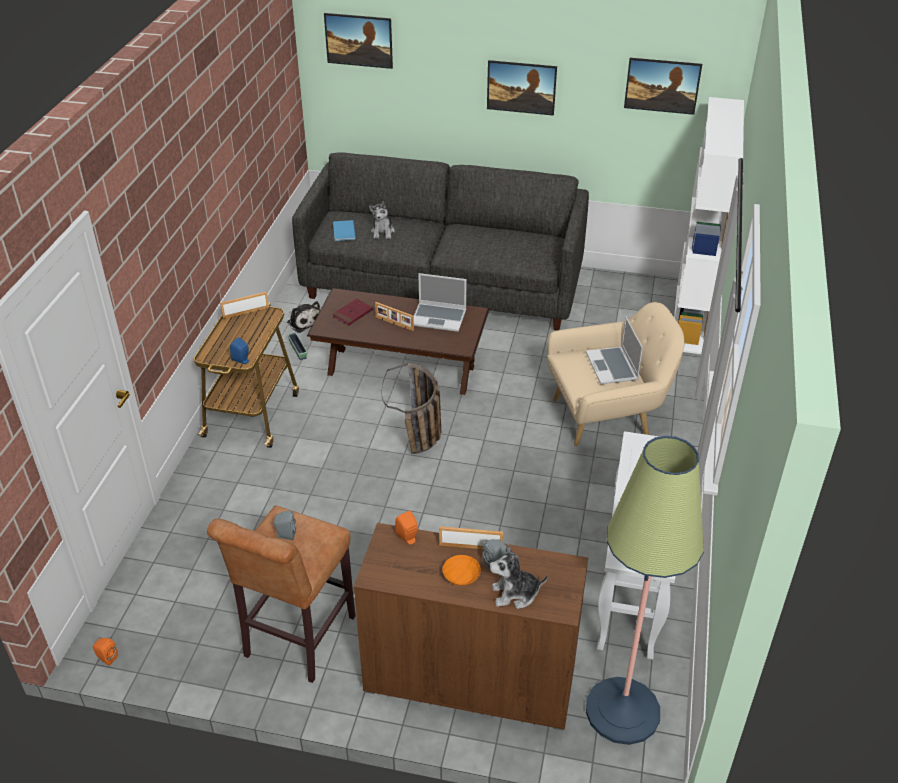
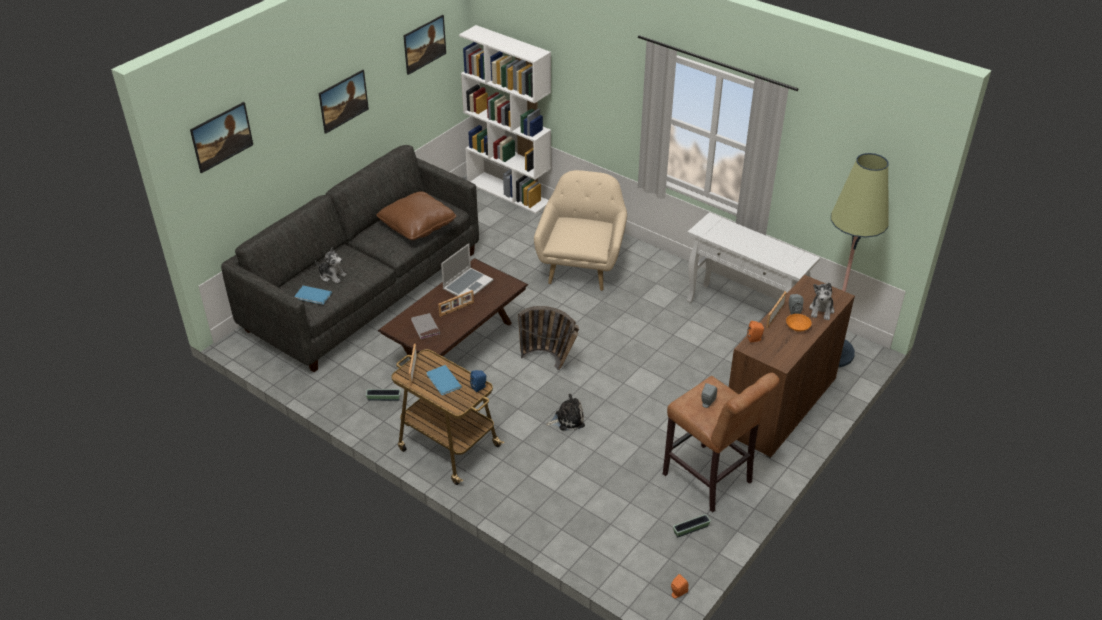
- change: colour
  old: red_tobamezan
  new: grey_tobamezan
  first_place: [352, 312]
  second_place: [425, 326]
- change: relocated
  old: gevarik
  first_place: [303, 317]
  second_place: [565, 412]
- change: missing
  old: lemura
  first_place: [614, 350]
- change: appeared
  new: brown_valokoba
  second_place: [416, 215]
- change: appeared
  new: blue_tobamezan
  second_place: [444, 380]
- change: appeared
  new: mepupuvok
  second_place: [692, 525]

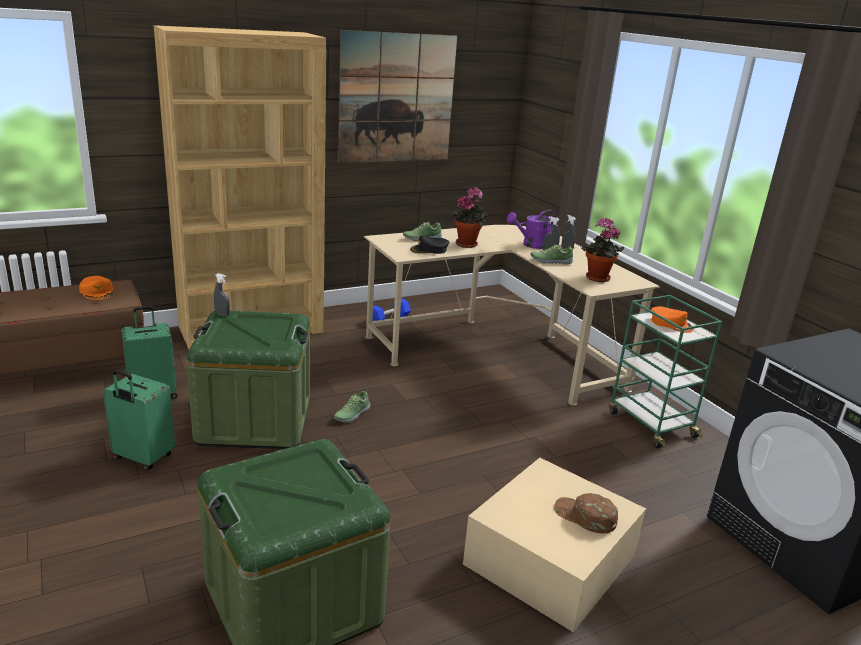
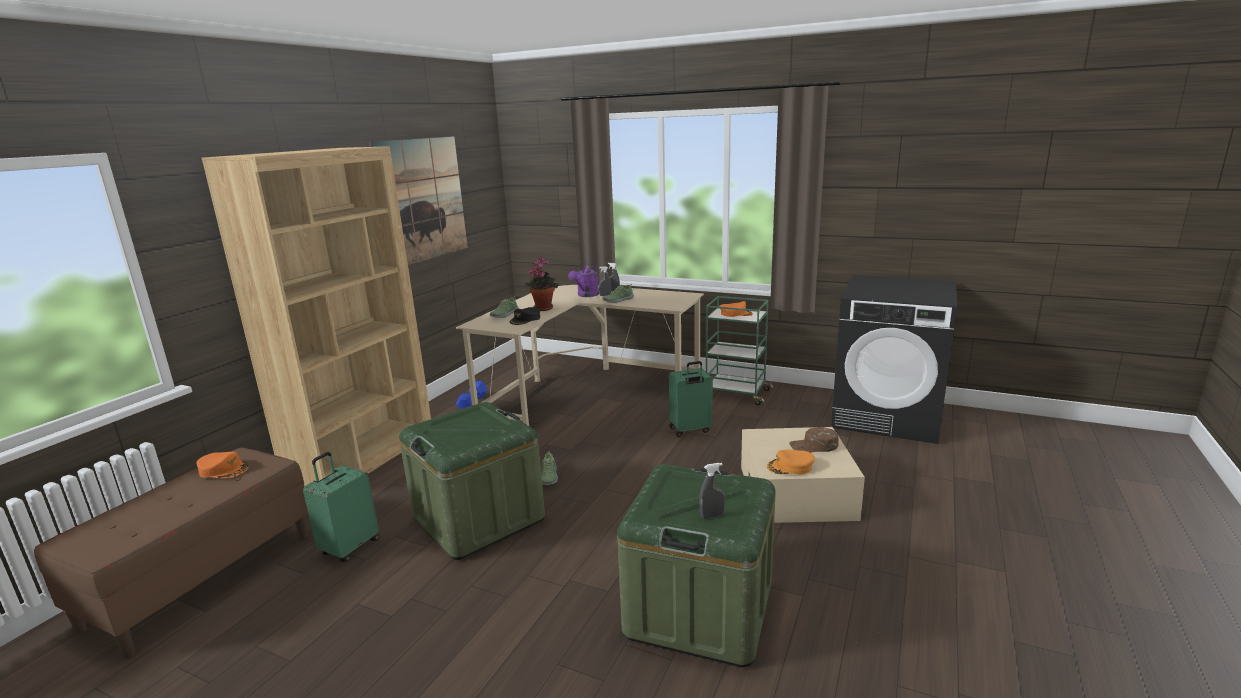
- change: missing
  old: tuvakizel
  first_place: [603, 250]
- change: relocated
  old: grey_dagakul
  first_place: [222, 294]
  second_place: [712, 491]
- change: relocated
  old: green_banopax
  first_place: [139, 420]
  second_place: [691, 399]
- change: appeared
  new: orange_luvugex
  second_place: [791, 462]

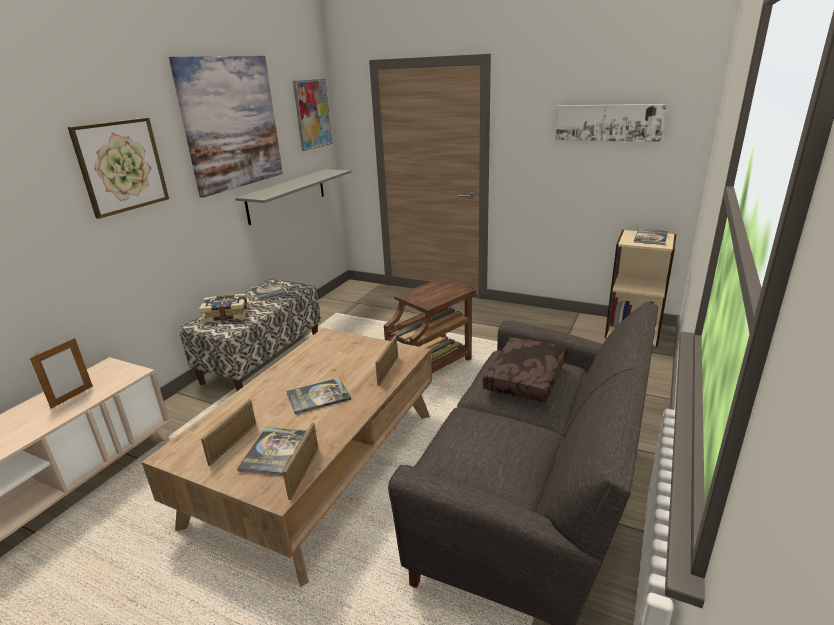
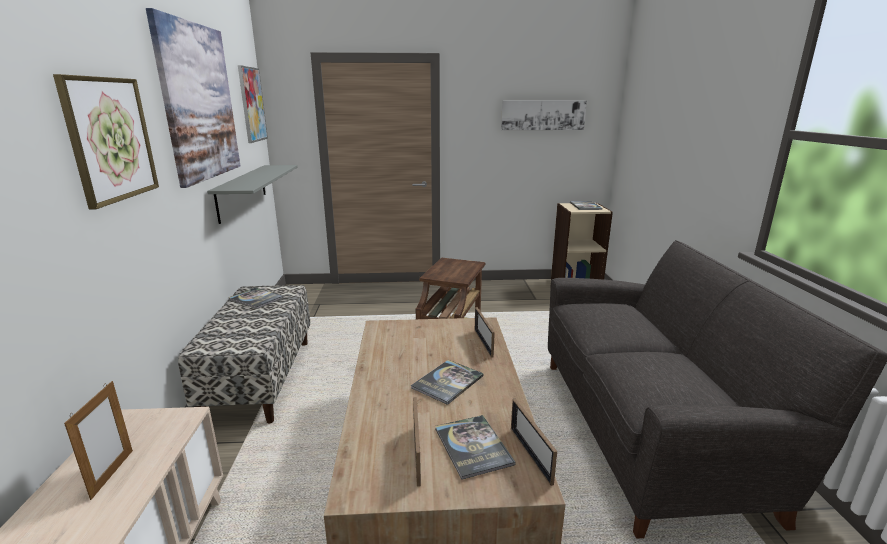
- change: missing
  old: tobamezan
  first_place: [224, 308]
- change: missing
  old: brown_valokoba
  first_place: [525, 370]

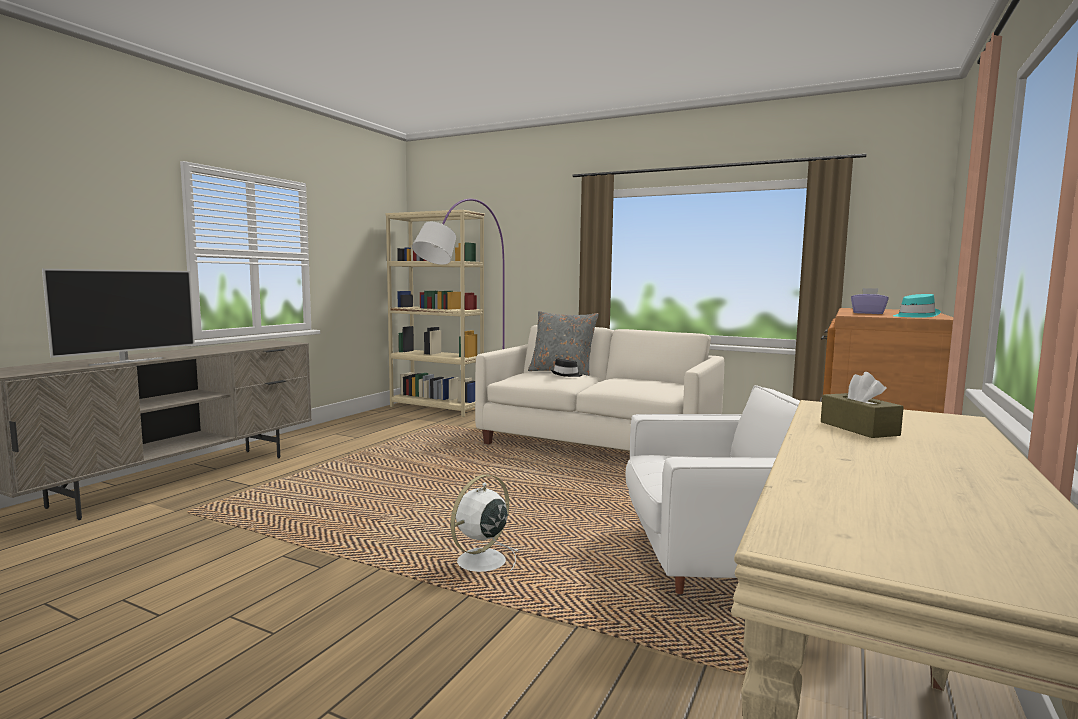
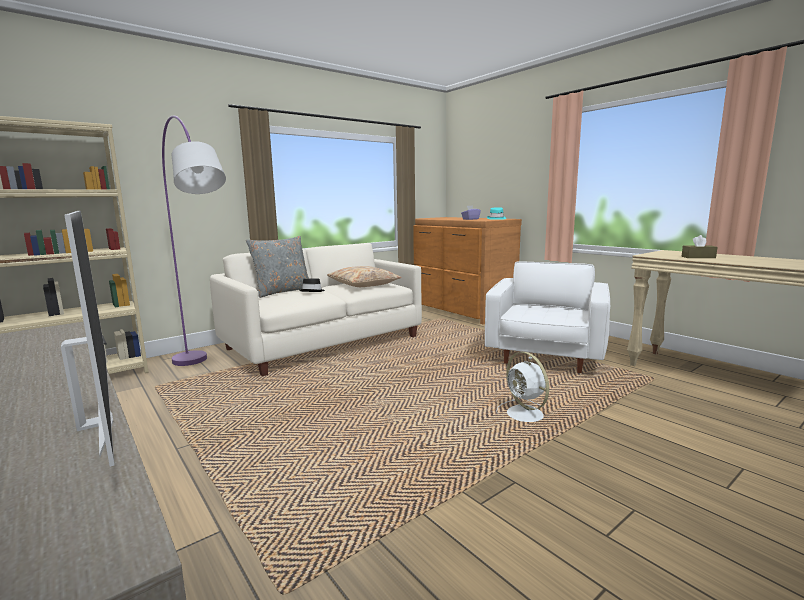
- change: appeared
  new: beige_valokoba
  second_place: [364, 276]

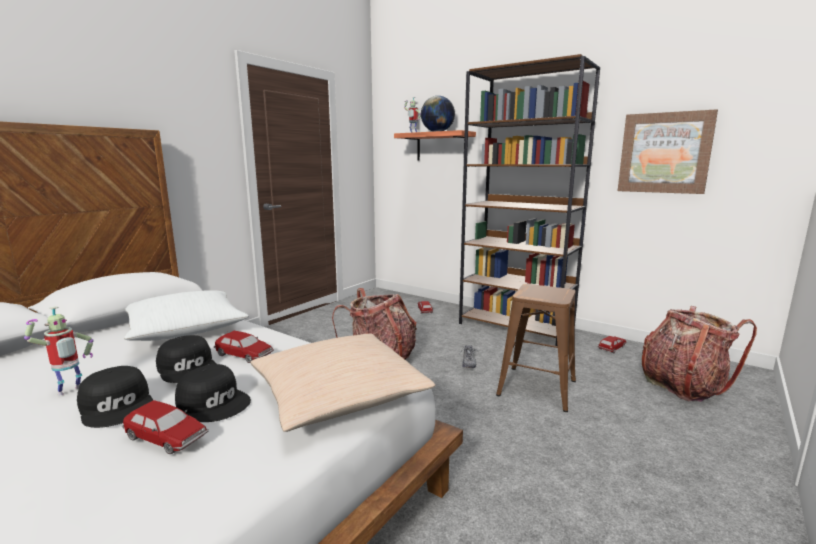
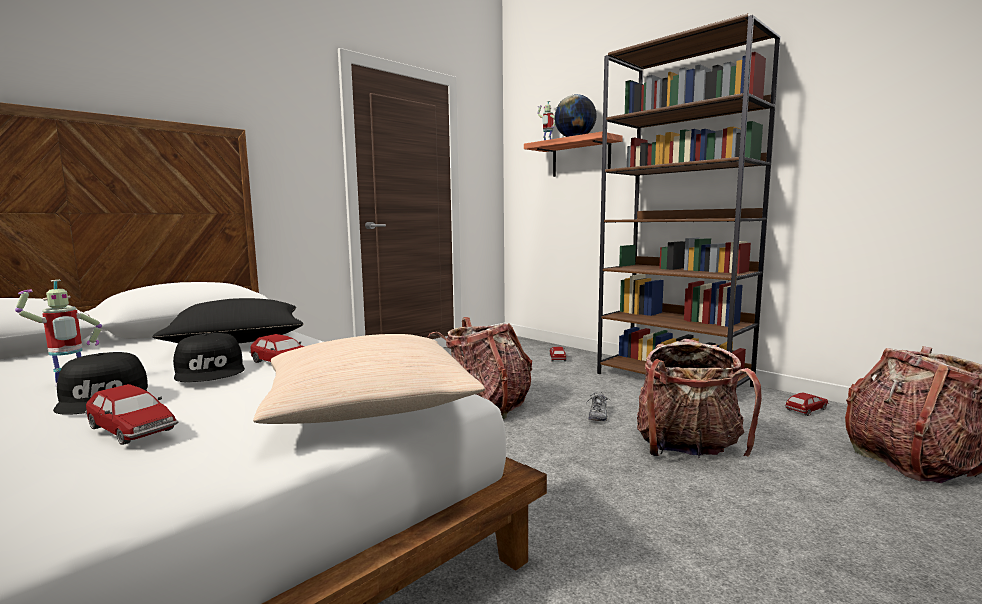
- change: missing
  old: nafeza
  first_place: [668, 151]
- change: exchanged
  old: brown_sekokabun
  new: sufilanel
  first_place: [536, 348]
  second_place: [699, 398]
- change: colour
  old: white_valokoba
  new: black_valokoba
  first_place: [186, 315]
  second_place: [228, 320]
- change: missing
  old: black_luvugex
  first_place: [213, 393]

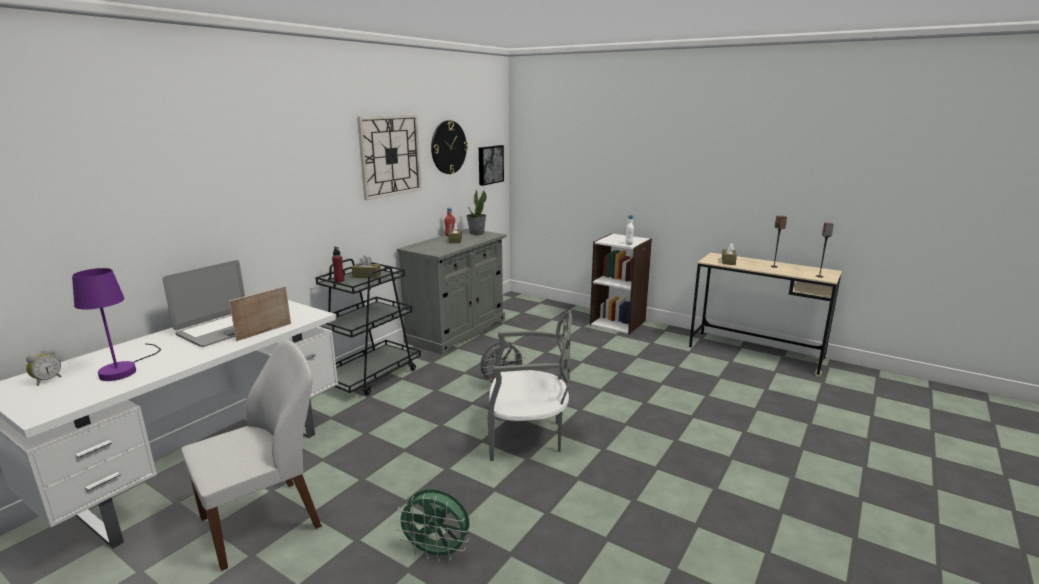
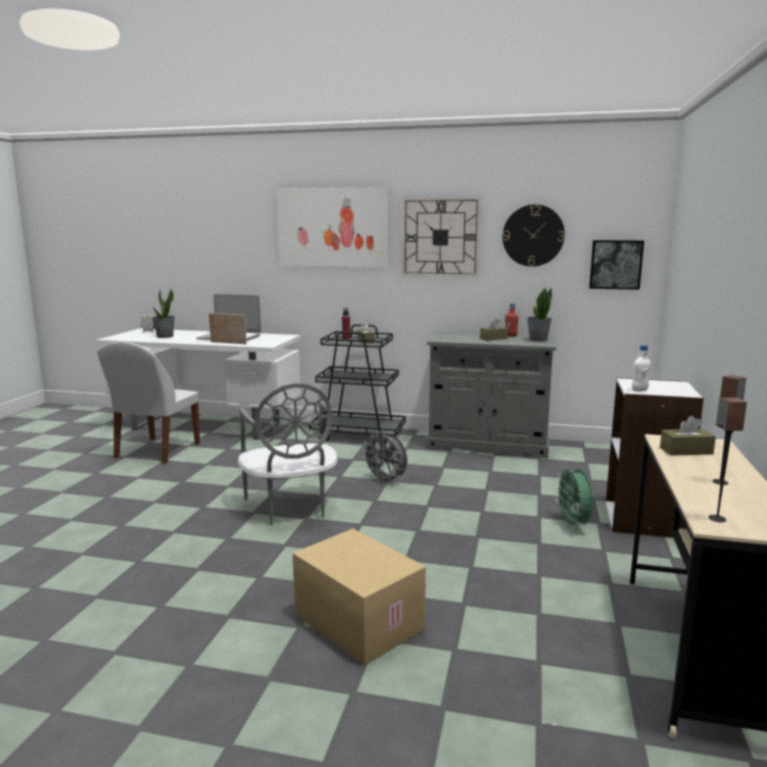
- change: exchanged
  old: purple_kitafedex
  new: tuvakizel
  first_place: [116, 324]
  second_place: [163, 313]
- change: spun
  old: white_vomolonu
  first_place: [252, 455]
  second_place: [148, 403]
  degrees: 75
- change: relocated
  old: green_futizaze
  first_place: [432, 525]
  second_place: [574, 497]
- change: appeared
  new: nafeza
  second_place: [332, 227]
- change: appeared
  new: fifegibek
  second_place: [359, 597]

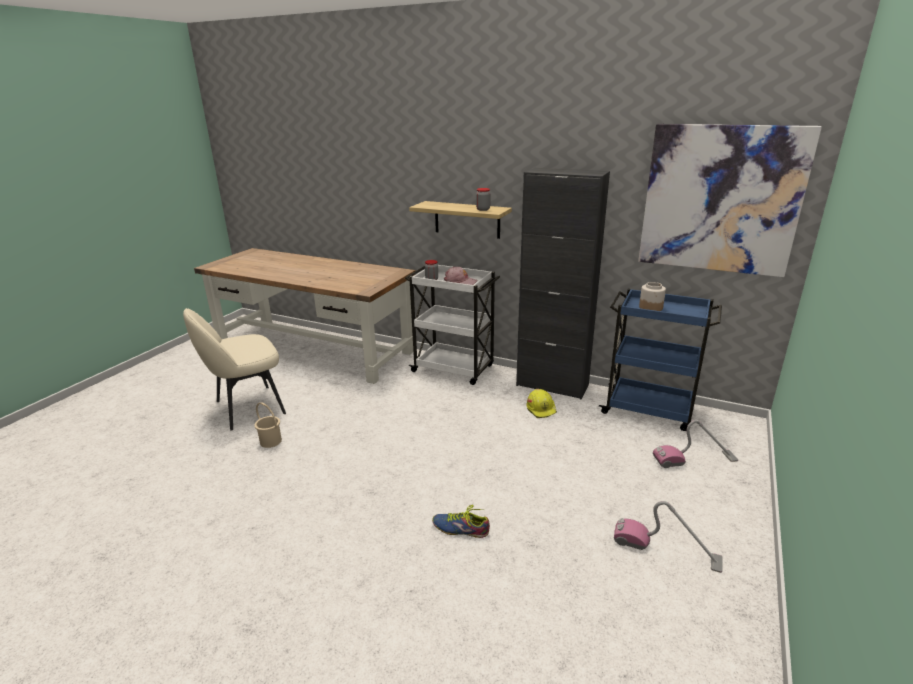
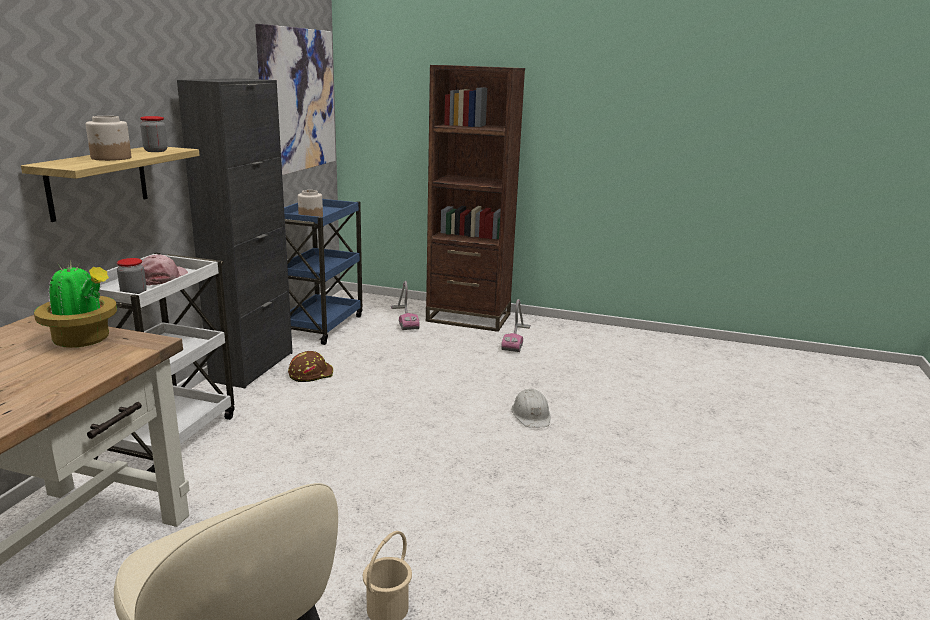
- change: colour
  old: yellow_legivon
  new: brown_legivon
  first_place: [541, 403]
  second_place: [310, 366]
- change: exchanged
  old: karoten
  new: white_legivon
  first_place: [461, 521]
  second_place: [531, 408]
- change: appeared
  new: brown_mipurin
  second_place: [475, 198]
- change: appeared
  new: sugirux
  second_place: [108, 138]
- change: appeared
  new: tuvakizel
  second_place: [75, 305]

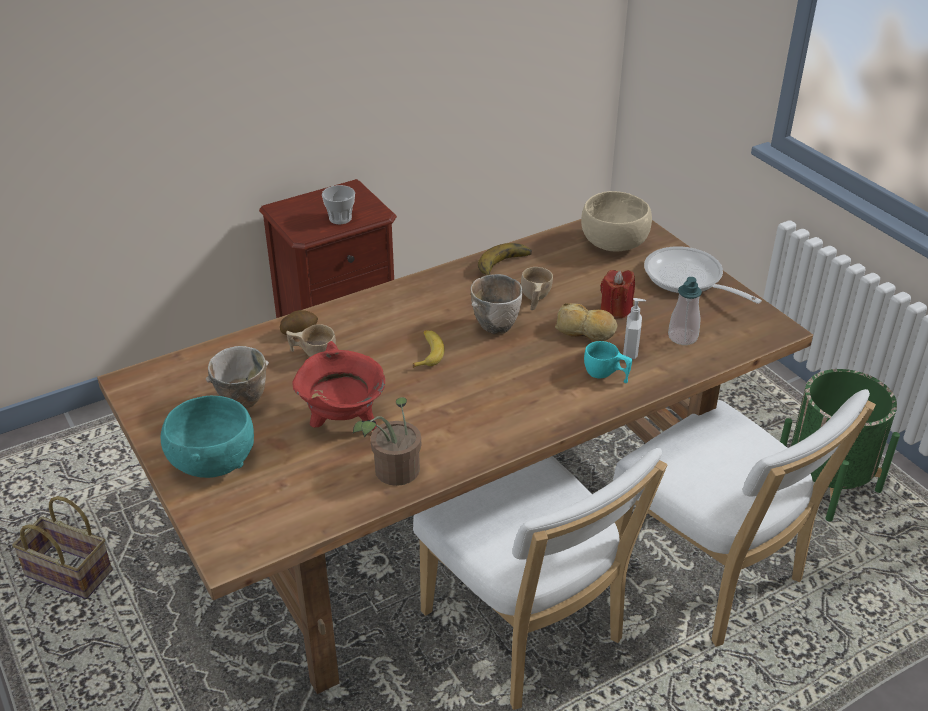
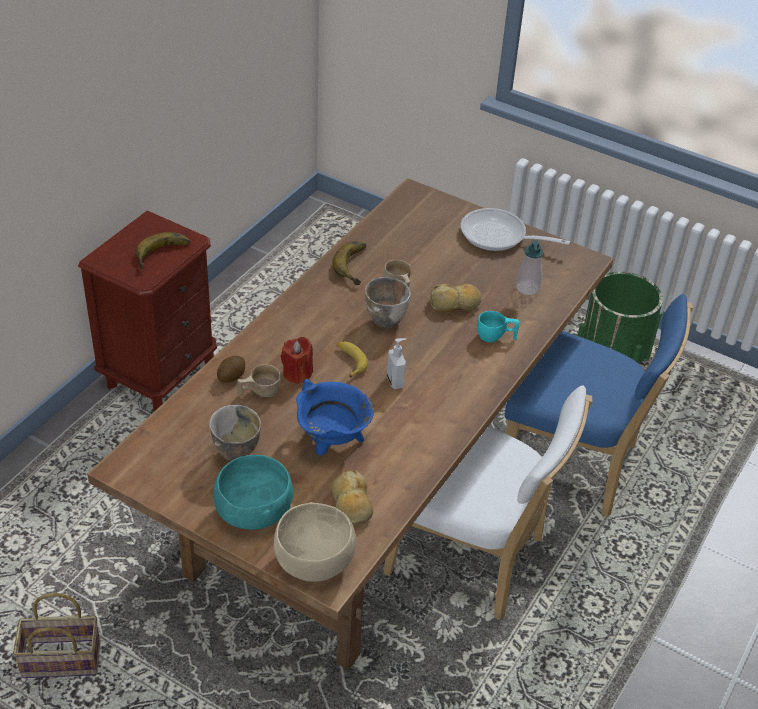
- change: exchanged
  old: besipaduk
  new: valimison
  first_place: [338, 204]
  second_place: [163, 250]
- change: relocated
  old: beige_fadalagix
  first_place: [616, 221]
  second_place: [315, 542]
- change: relocated
  old: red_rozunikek
  first_place: [618, 294]
  second_place: [297, 360]
- change: relocated
  old: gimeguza
  first_place: [634, 328]
  second_place: [396, 364]
- change: colour
  old: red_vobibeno
  new: blue_vobibeno
  first_place: [338, 386]
  second_place: [335, 417]
- change: colour
  old: white_vomolonu
  new: blue_vomolonu
  first_place: [744, 518]
  second_place: [599, 405]
- change: missing
  old: tuvakizel
  first_place: [387, 441]
- change: appeared
  new: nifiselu
  second_place: [352, 497]

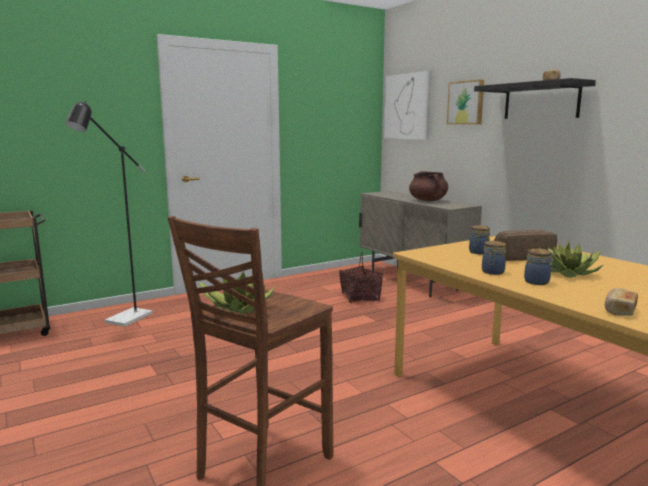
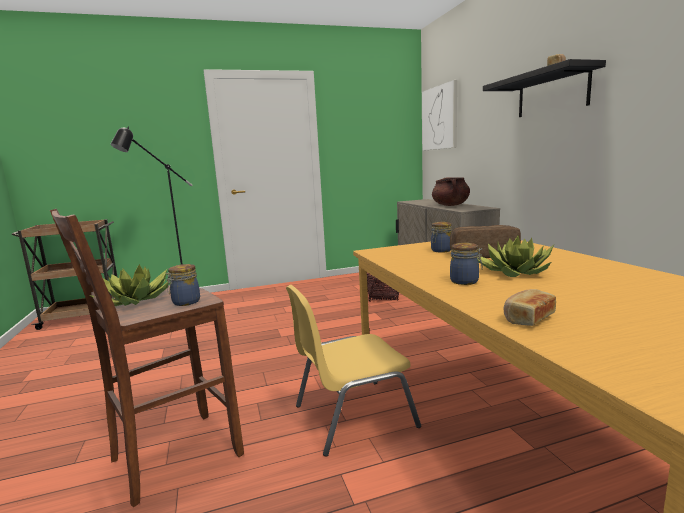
- change: missing
  old: nafeza
  first_place: [465, 101]
- change: relocated
  old: sugirux
  first_place: [494, 258]
  second_place: [183, 285]
- change: appeared
  new: yellow_vomolonu
  second_place: [353, 371]

